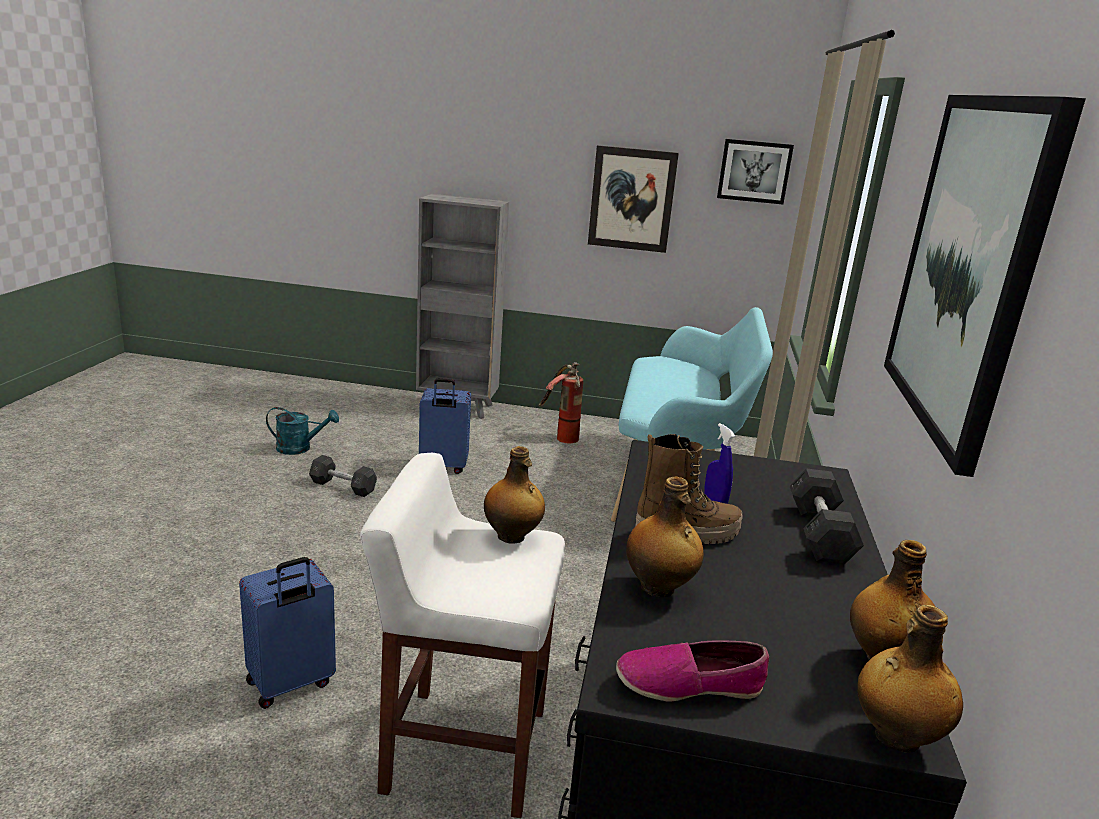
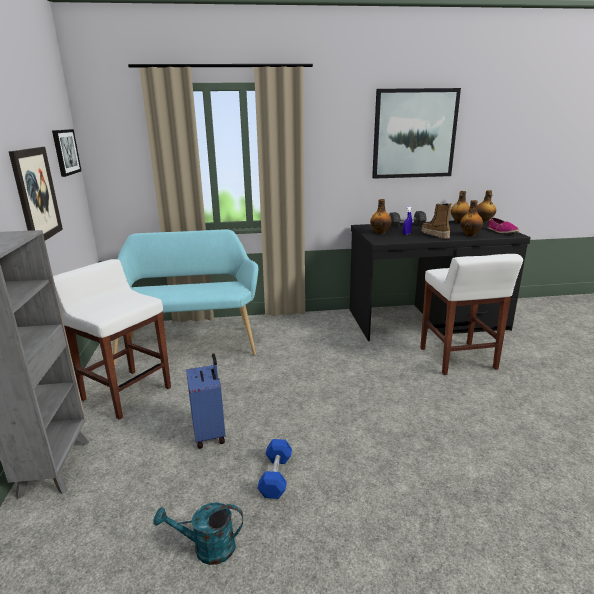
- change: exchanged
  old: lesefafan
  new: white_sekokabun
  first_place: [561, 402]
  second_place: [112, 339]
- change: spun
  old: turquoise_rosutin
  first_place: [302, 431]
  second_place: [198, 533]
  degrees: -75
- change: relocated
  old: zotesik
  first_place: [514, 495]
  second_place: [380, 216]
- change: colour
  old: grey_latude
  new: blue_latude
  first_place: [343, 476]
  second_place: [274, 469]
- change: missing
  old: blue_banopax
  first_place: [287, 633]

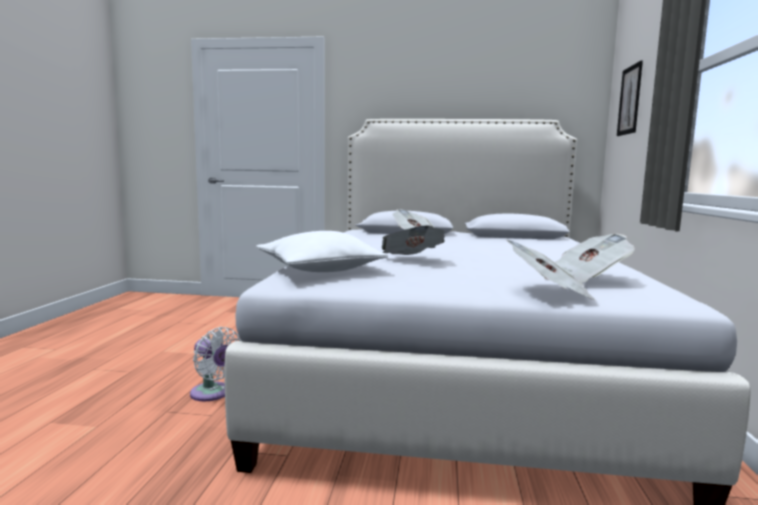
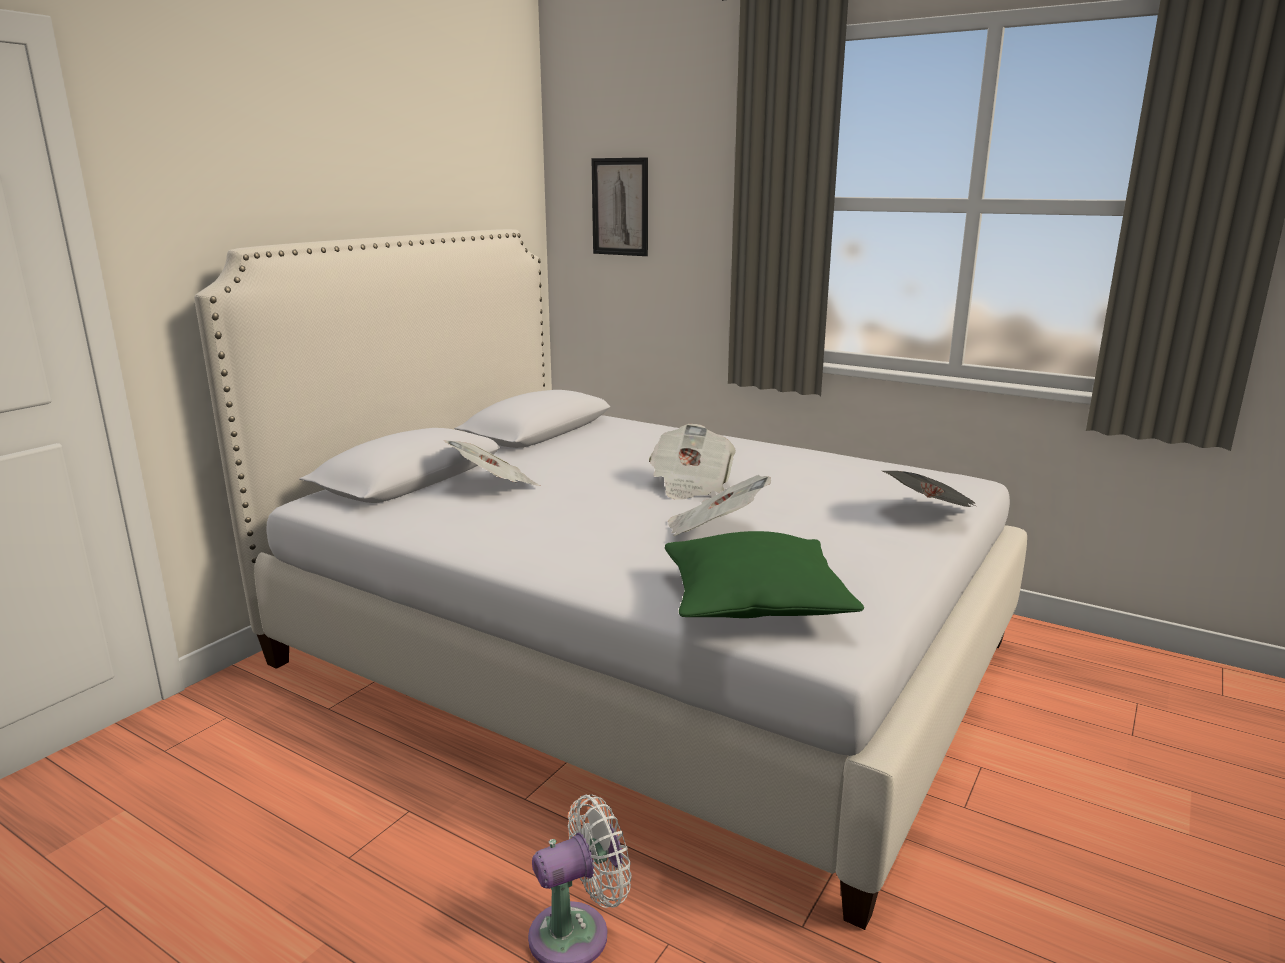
- change: colour
  old: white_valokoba
  new: green_valokoba
  first_place: [322, 251]
  second_place: [764, 574]
- change: relocated
  old: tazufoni
  first_place: [589, 258]
  second_place: [692, 462]

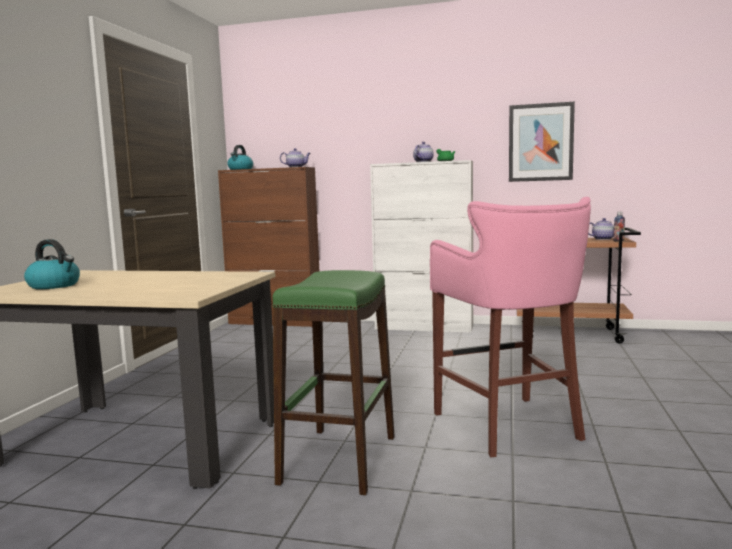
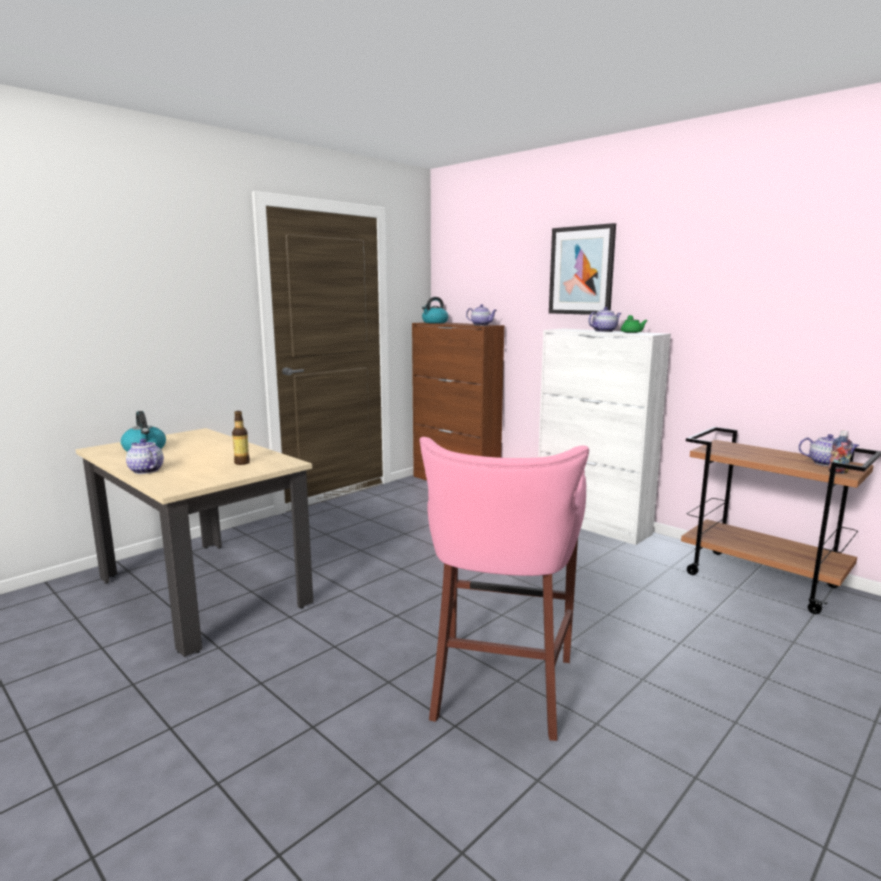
- change: relocated
  old: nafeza
  first_place: [542, 142]
  second_place: [582, 269]
- change: missing
  old: green_sekokabun
  first_place: [334, 382]
- change: appeared
  new: zotesik
  second_place: [241, 438]
- change: appeared
  new: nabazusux
  second_place: [145, 456]

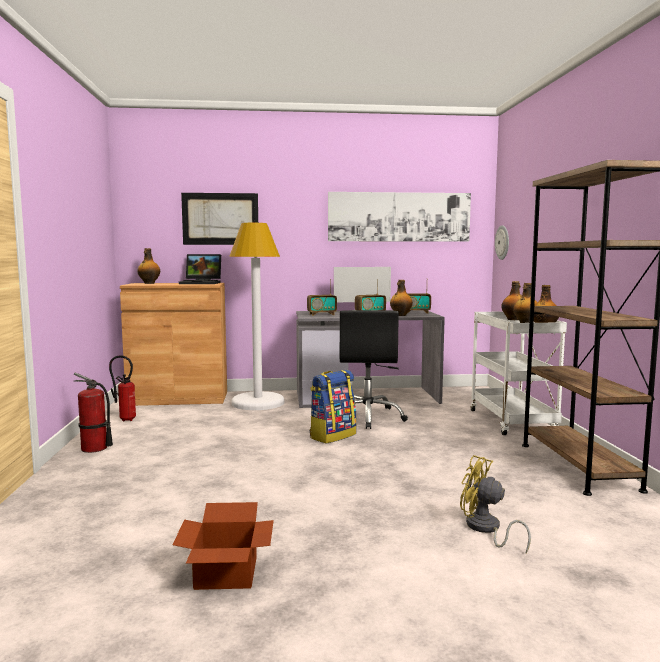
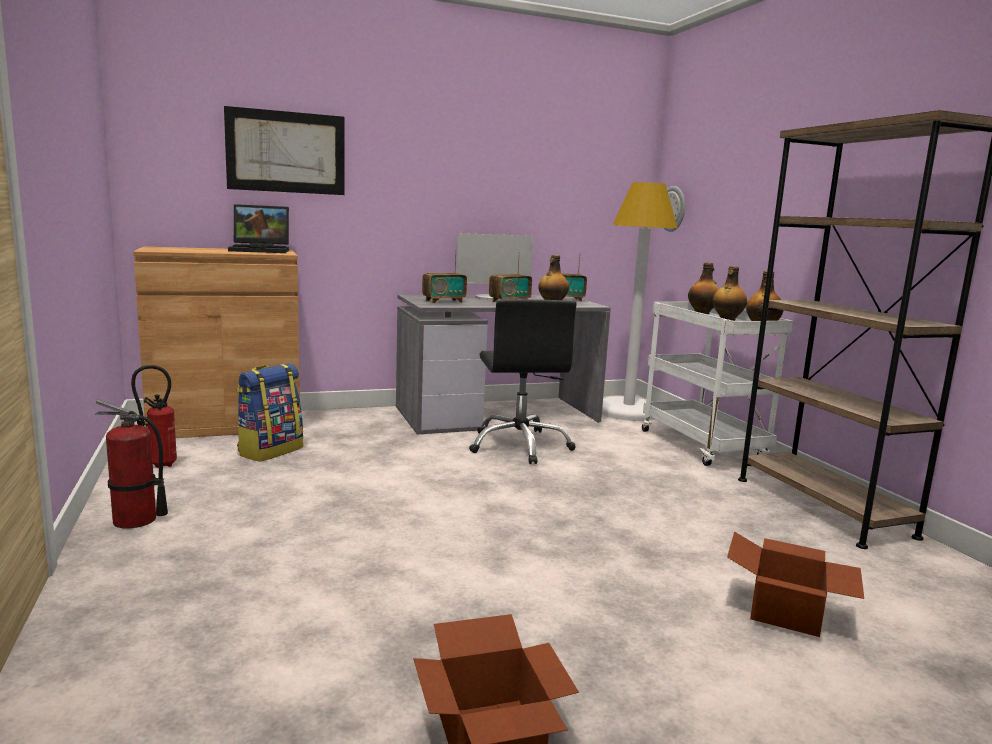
- change: missing
  old: nafeza
  first_place: [399, 217]
- change: relocated
  old: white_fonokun
  first_place: [256, 316]
  second_place: [640, 301]
- change: missing
  old: zotesik
  first_place: [148, 266]
- change: relocated
  old: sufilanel
  first_place: [333, 407]
  second_place: [269, 412]
- change: exchanged
  old: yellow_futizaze
  new: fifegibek
  first_place: [495, 504]
  second_place: [795, 584]

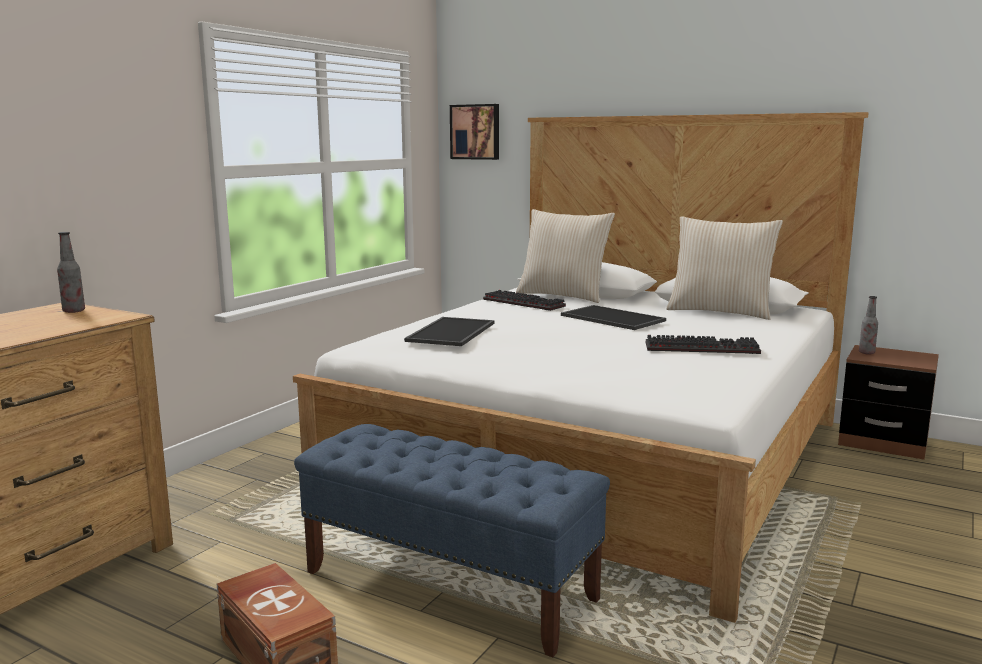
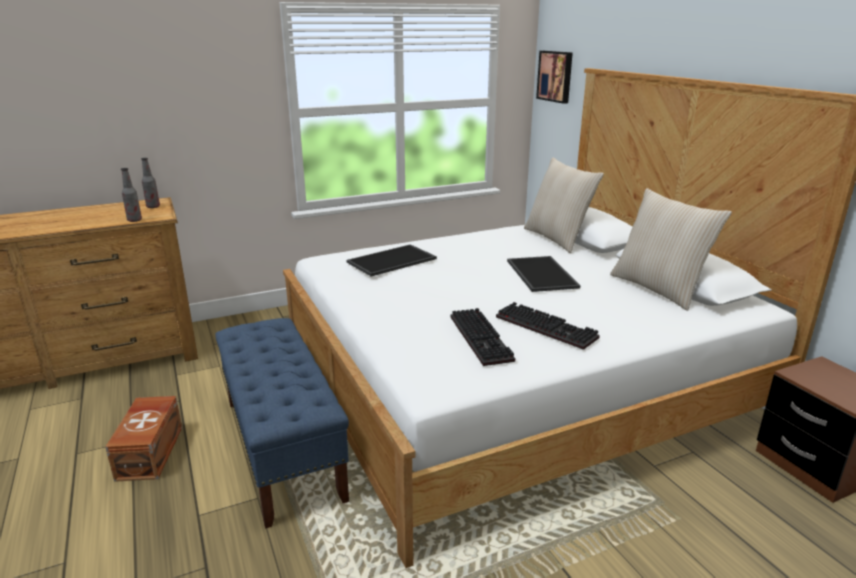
- change: relocated
  old: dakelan
  first_place: [524, 300]
  second_place: [483, 337]
- change: relocated
  old: zotesik
  first_place: [868, 325]
  second_place: [131, 195]

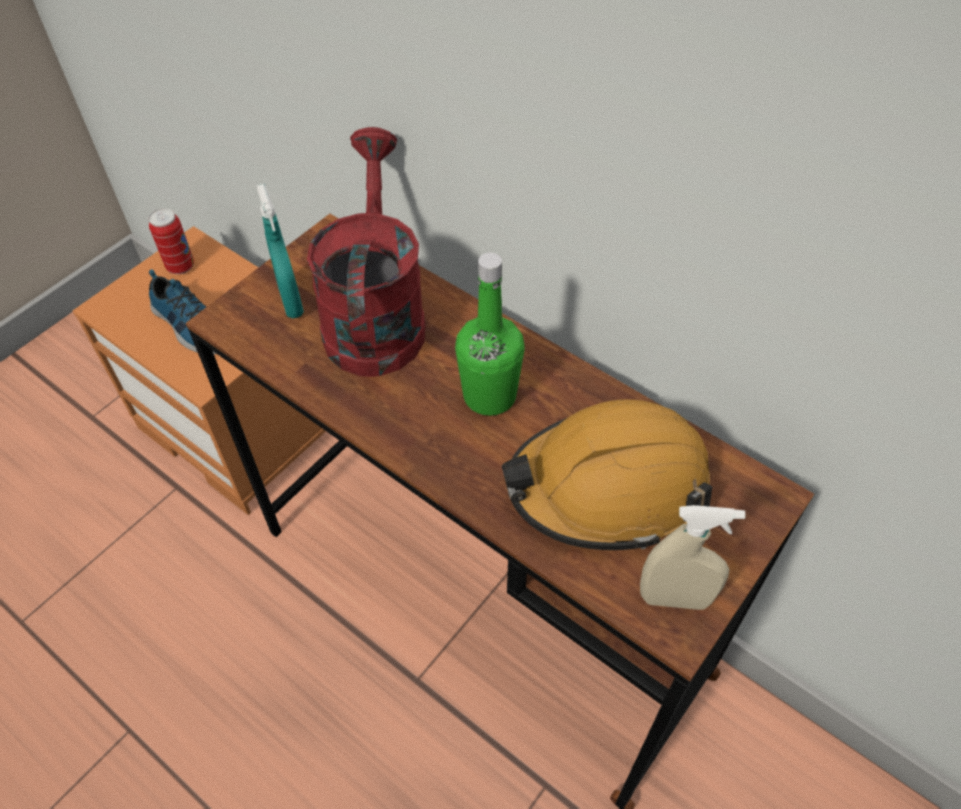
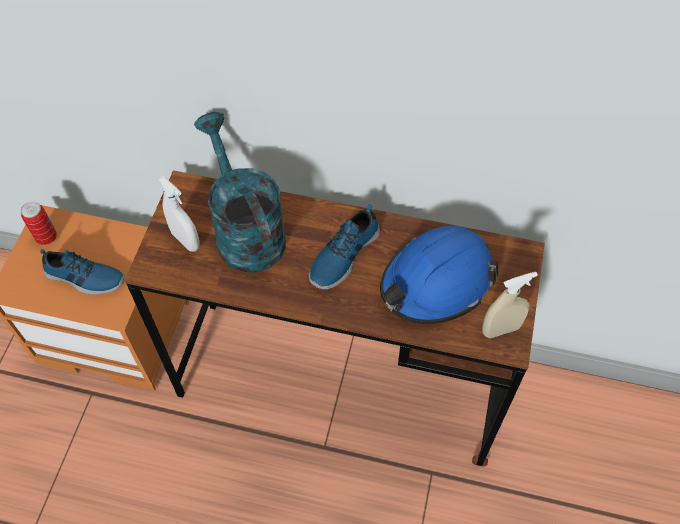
- change: colour
  old: red_rosutin
  new: turquoise_rosutin
  first_place: [366, 252]
  second_place: [240, 192]
- change: colour
  old: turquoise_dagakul
  new: white_dagakul
  first_place: [280, 251]
  second_place: [179, 214]
- change: exchanged
  old: green_zotesik
  new: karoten
  first_place: [490, 334]
  second_place: [344, 246]
- change: colour
  old: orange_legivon
  new: blue_legivon
  first_place: [607, 474]
  second_place: [439, 275]

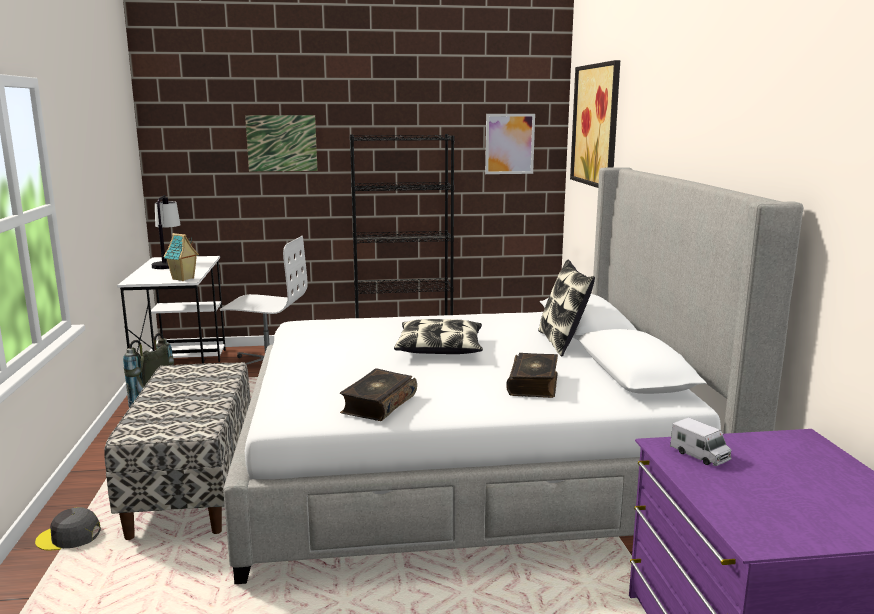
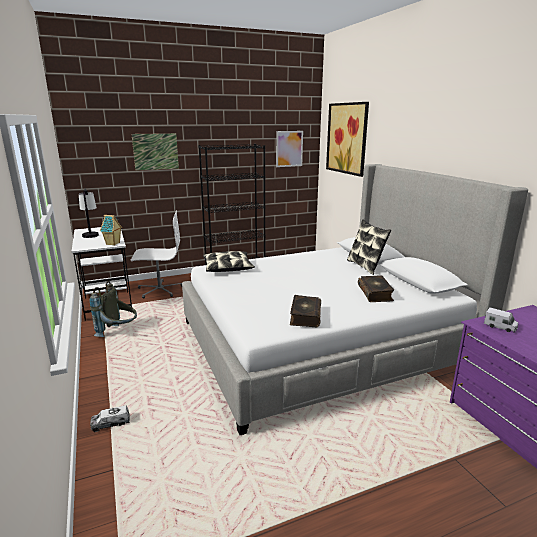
- change: relocated
  old: valokoba
  first_place: [438, 336]
  second_place: [229, 261]
- change: missing
  old: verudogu
  first_place: [177, 451]
- change: exchanged
  old: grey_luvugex
  new: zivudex
  first_place: [68, 529]
  second_place: [110, 418]

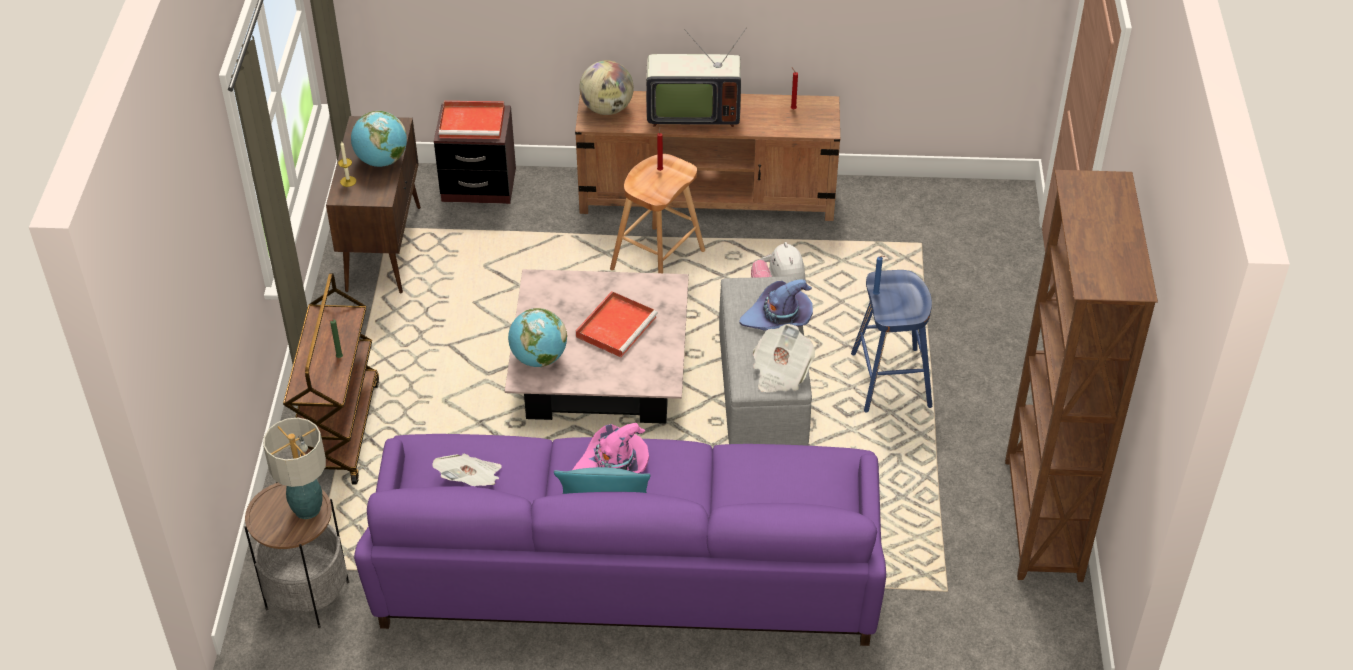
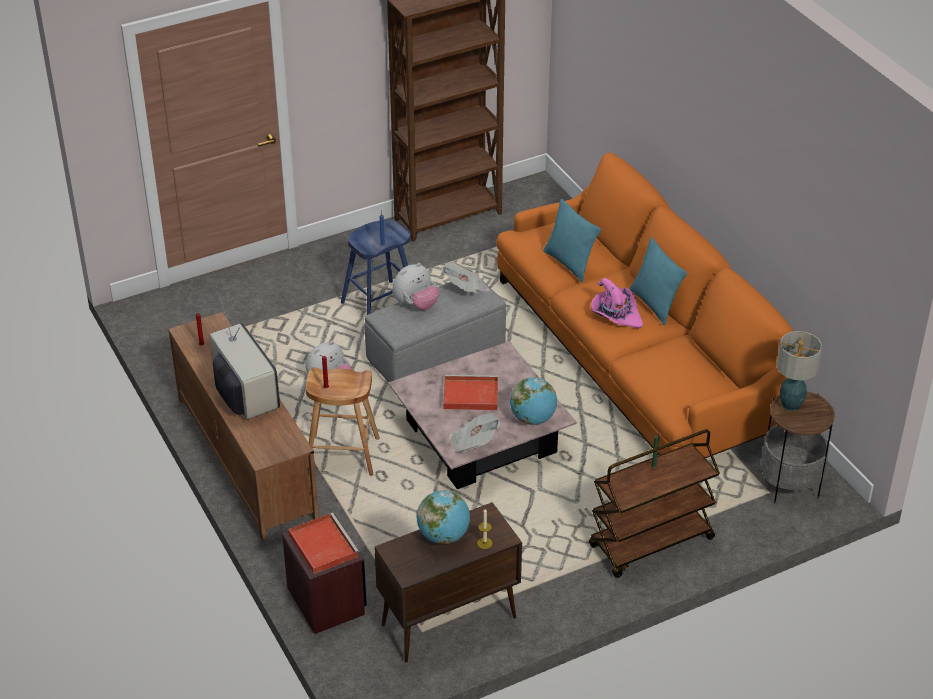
- change: missing
  old: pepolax
  first_place: [606, 87]
- change: exchanged
  old: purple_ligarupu
  new: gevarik
  first_place: [776, 305]
  second_place: [416, 286]
- change: colour
  old: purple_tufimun
  new: orange_tufimun
  first_place: [620, 540]
  second_place: [651, 305]
- change: relocated
  old: tazufoni
  first_place: [467, 470]
  second_place: [474, 433]
- change: appeared
  new: turquoise_valokoba
  second_place: [572, 240]

